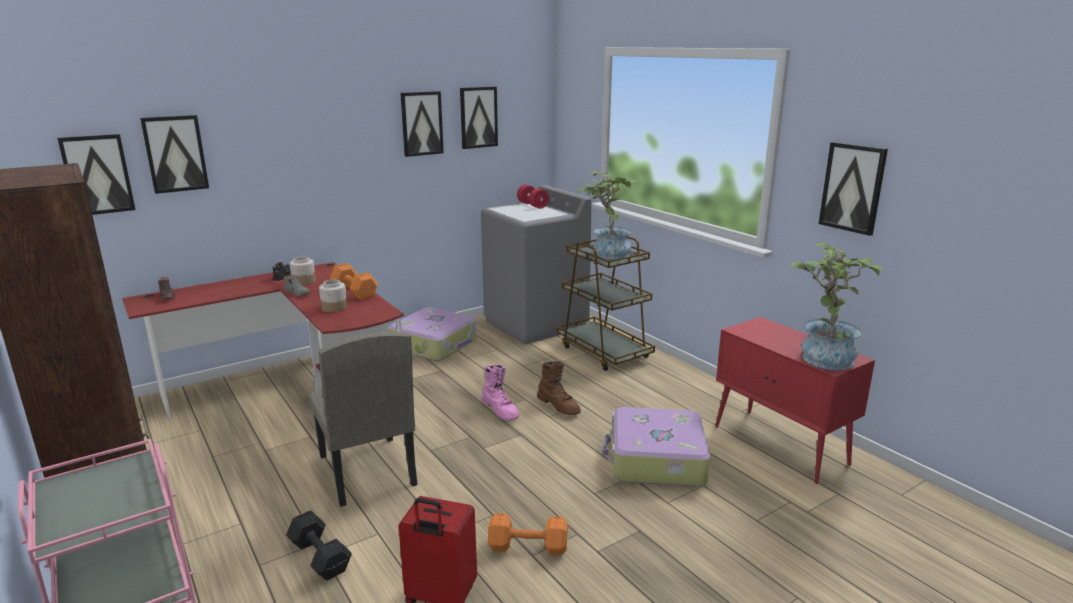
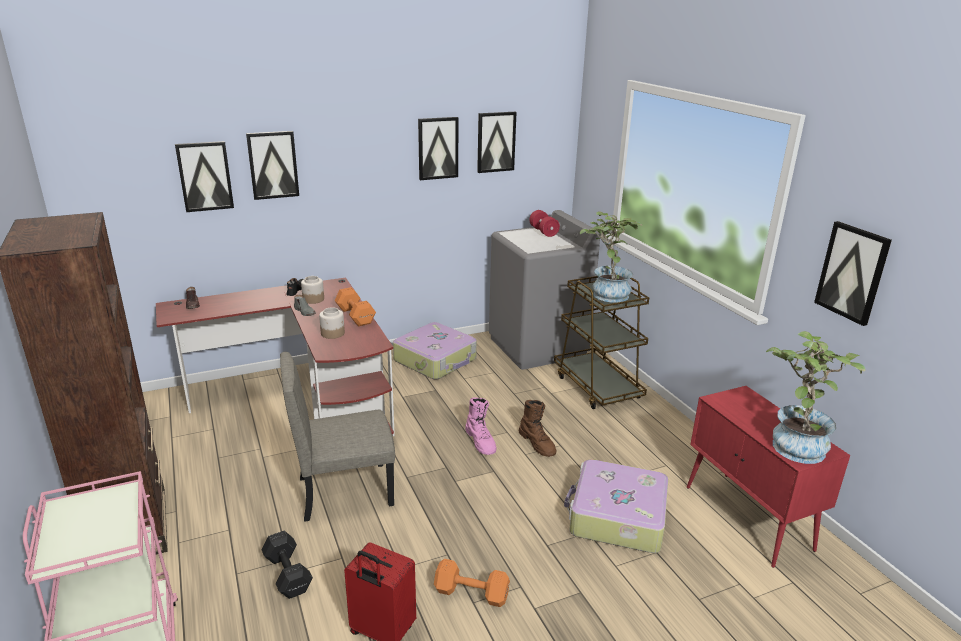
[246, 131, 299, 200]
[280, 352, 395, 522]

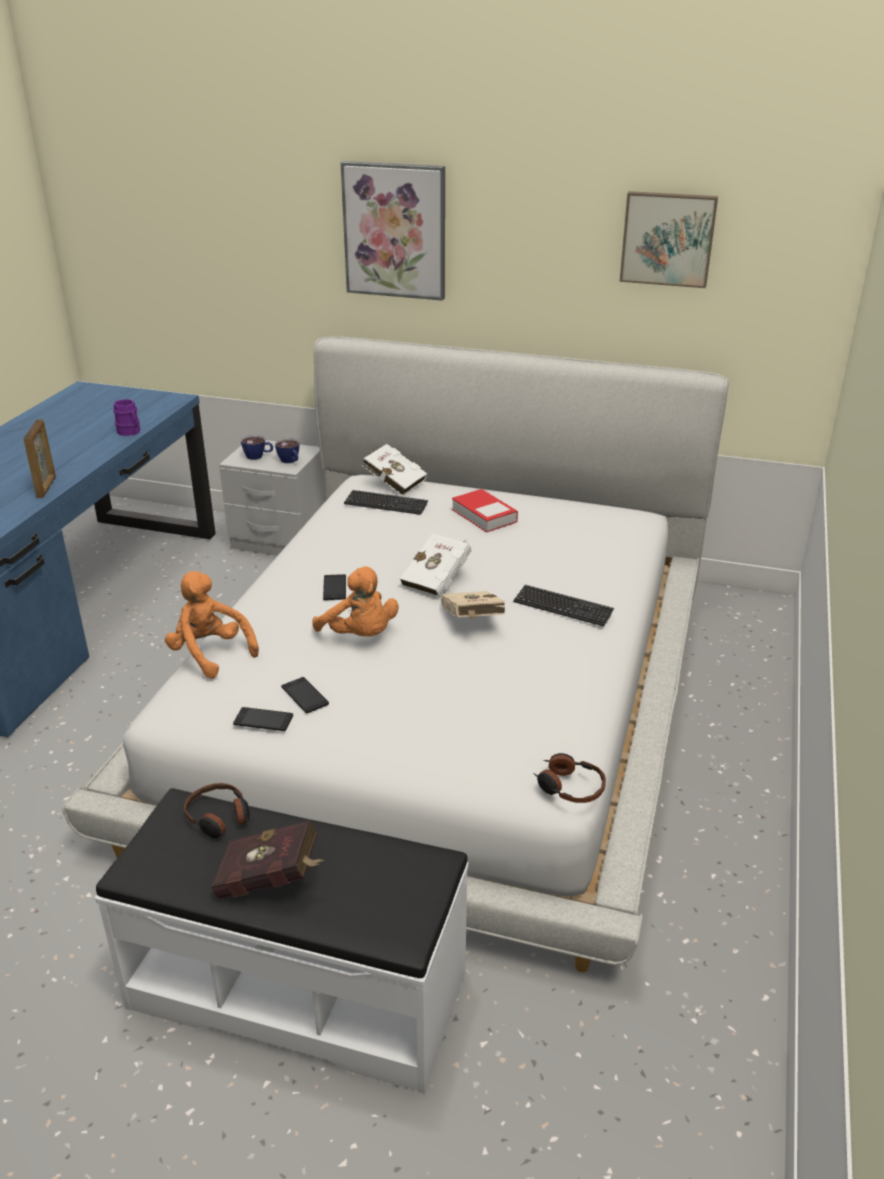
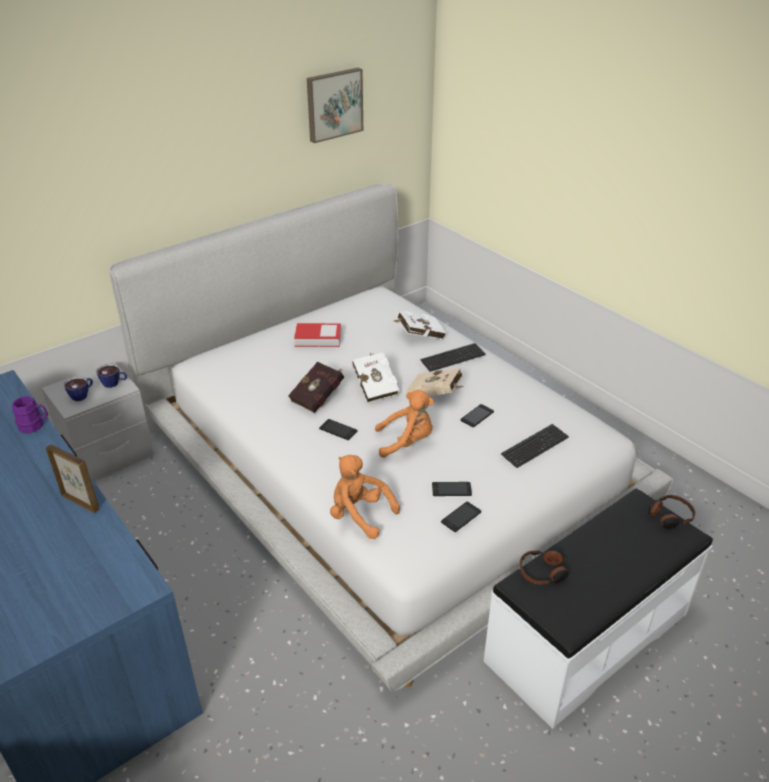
[330, 455, 400, 539]
[288, 362, 344, 413]
[341, 161, 445, 301] (first image)
[501, 424, 569, 468]
[394, 311, 446, 339]
[647, 495, 696, 529]
[460, 404, 494, 427]

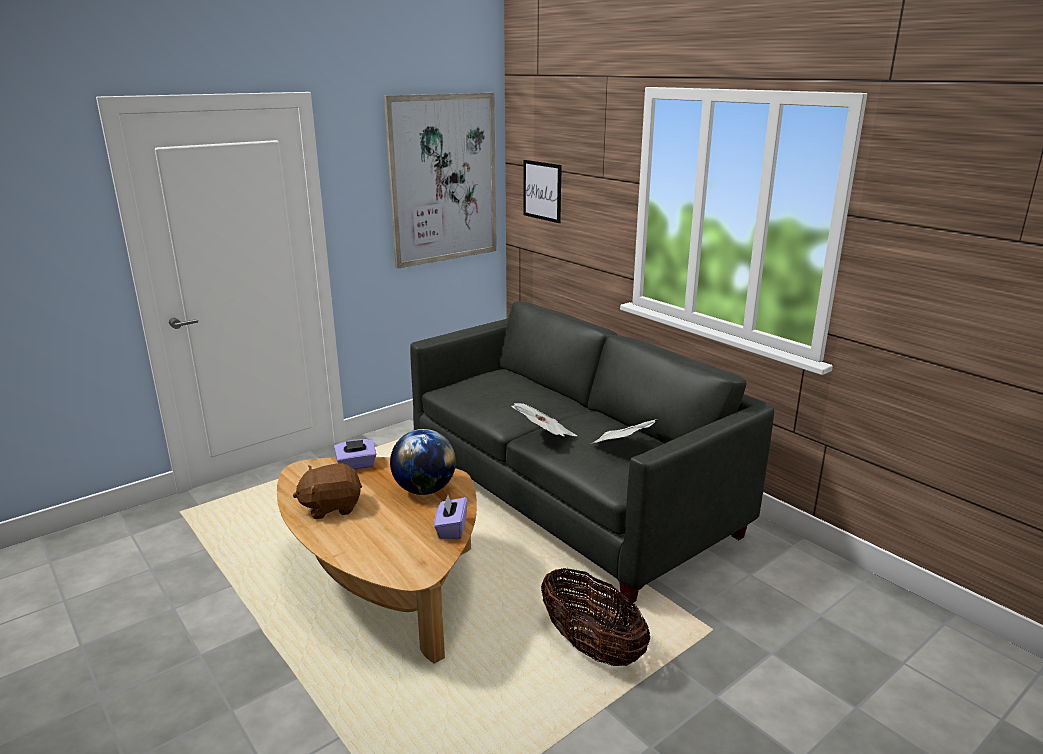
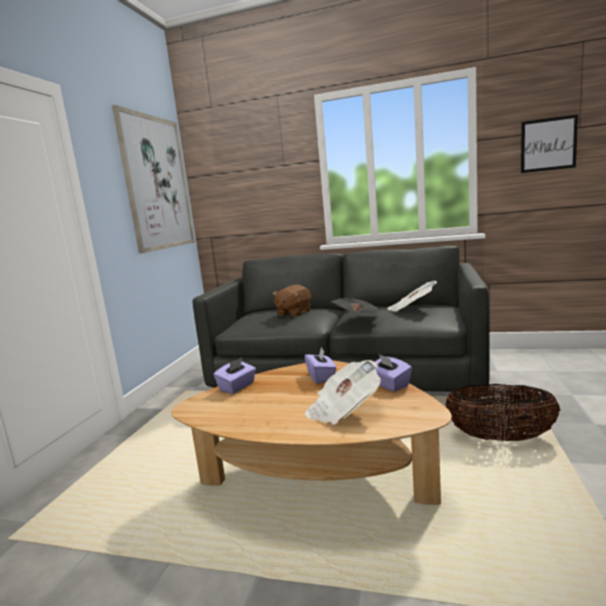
[273, 284, 311, 317]
[304, 348, 336, 384]
[521, 114, 578, 173]
[305, 360, 381, 425]

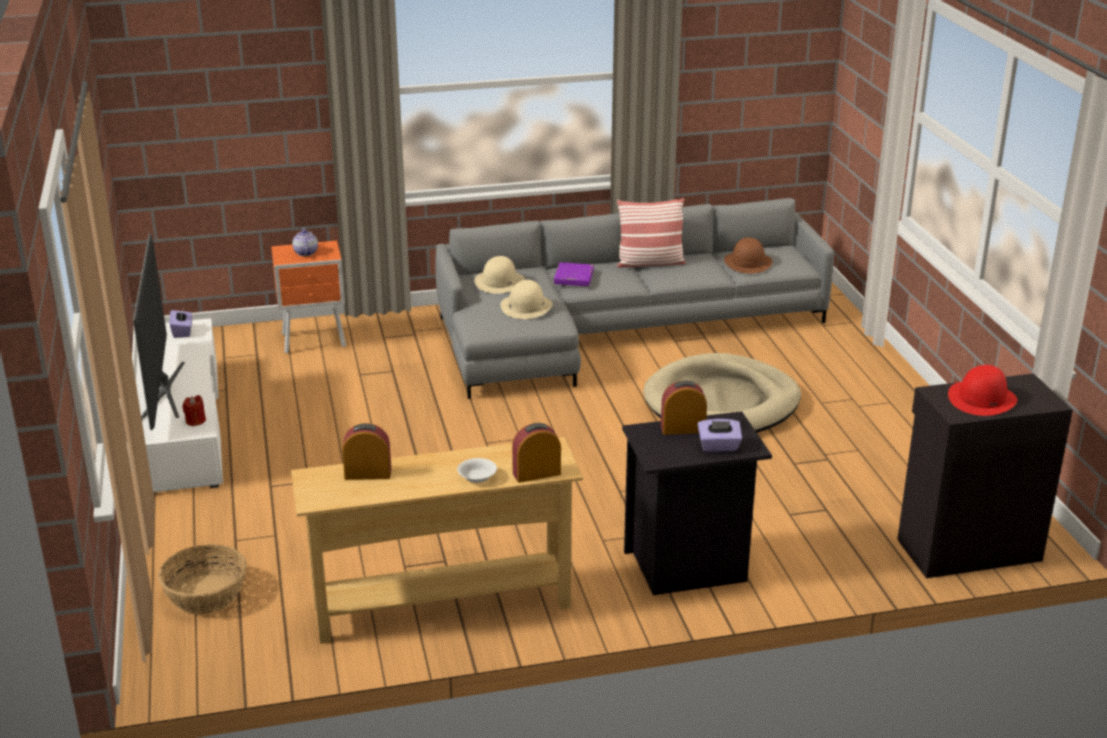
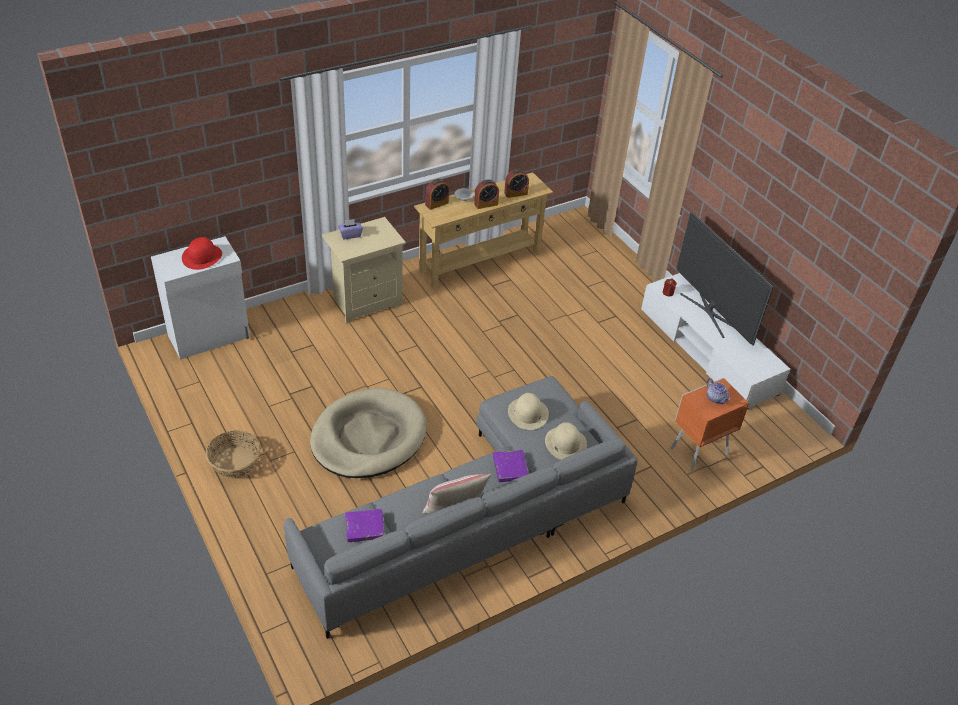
[206, 430, 261, 478]
[169, 307, 192, 338] (first image)
[322, 217, 406, 323]
[474, 179, 499, 209]
[345, 509, 385, 542]
[151, 236, 250, 360]

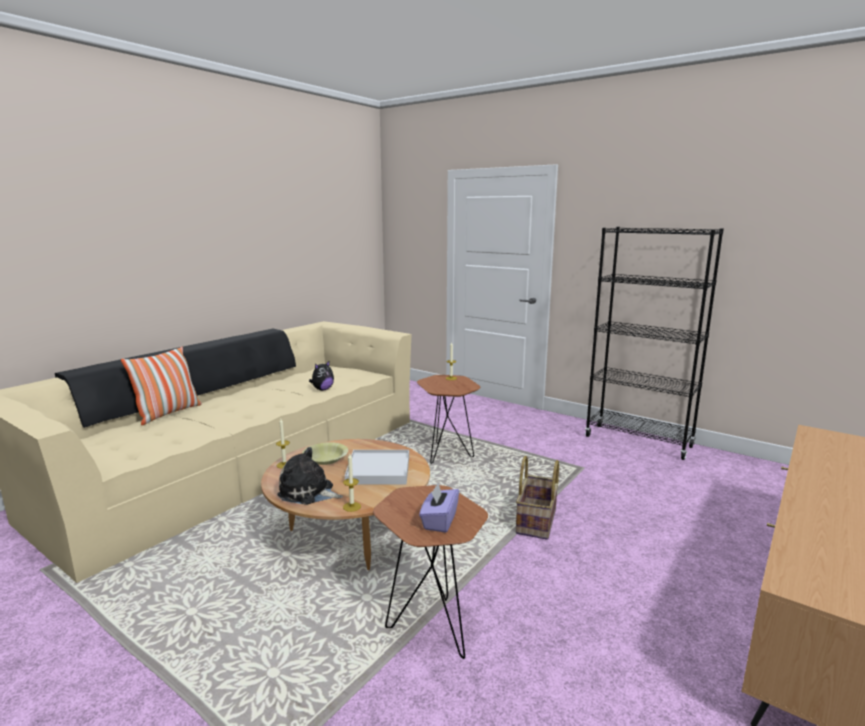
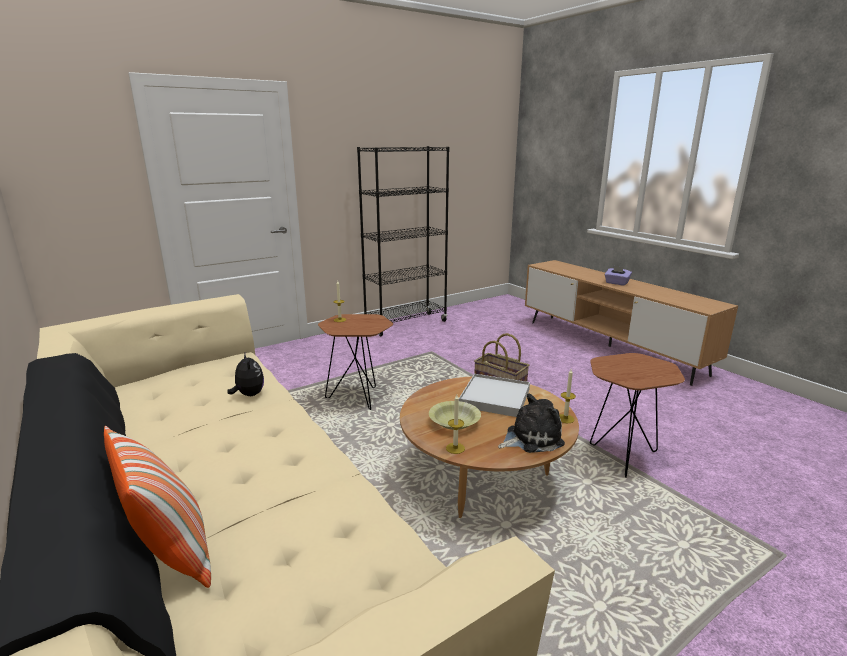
[498, 393, 565, 453]
[605, 266, 632, 286]

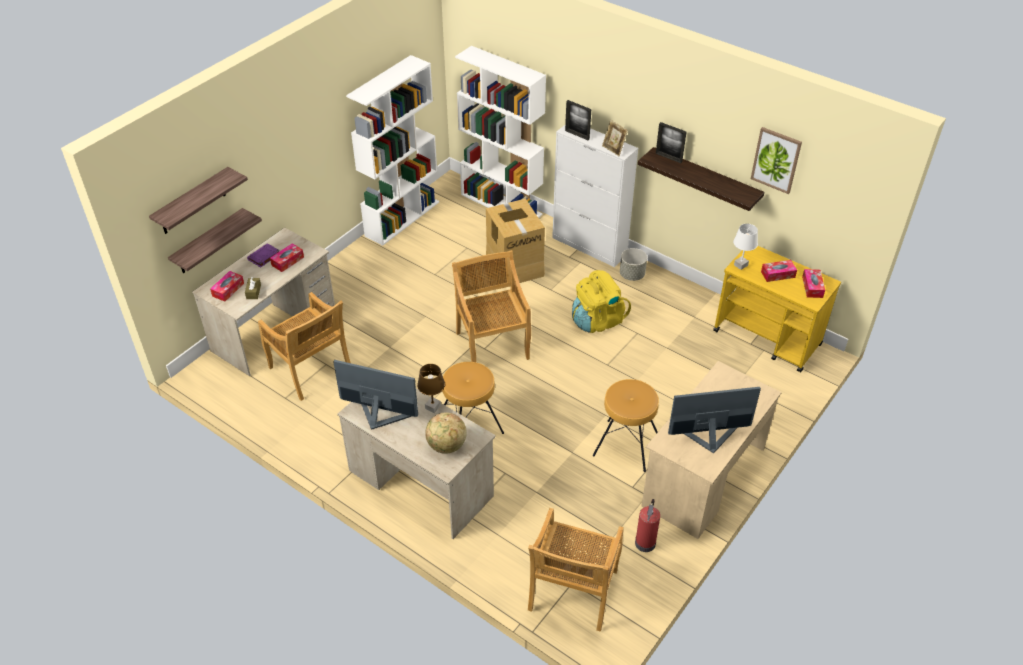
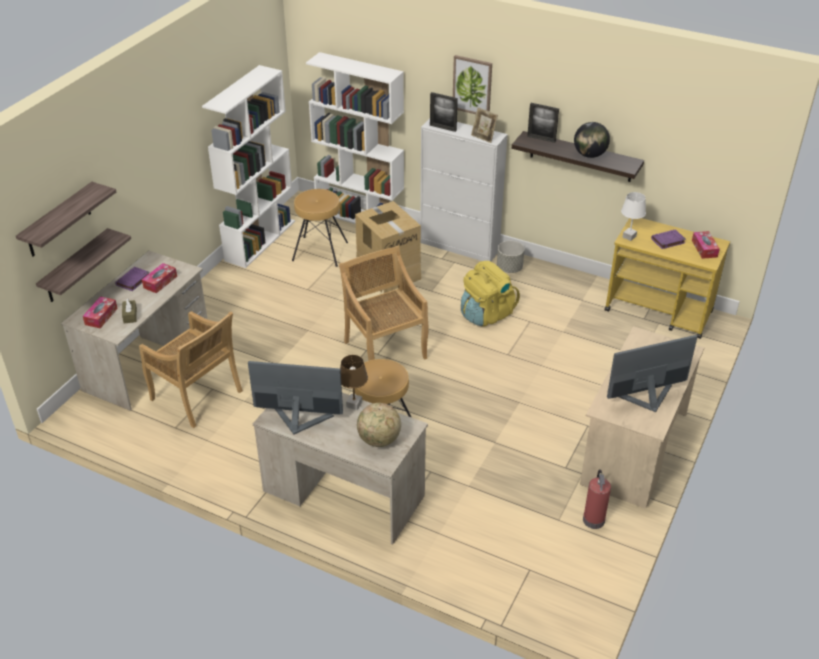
[528, 508, 624, 632] (first image)
[292, 189, 348, 267]
[453, 55, 492, 114]
[651, 229, 686, 249]
[574, 122, 610, 158]

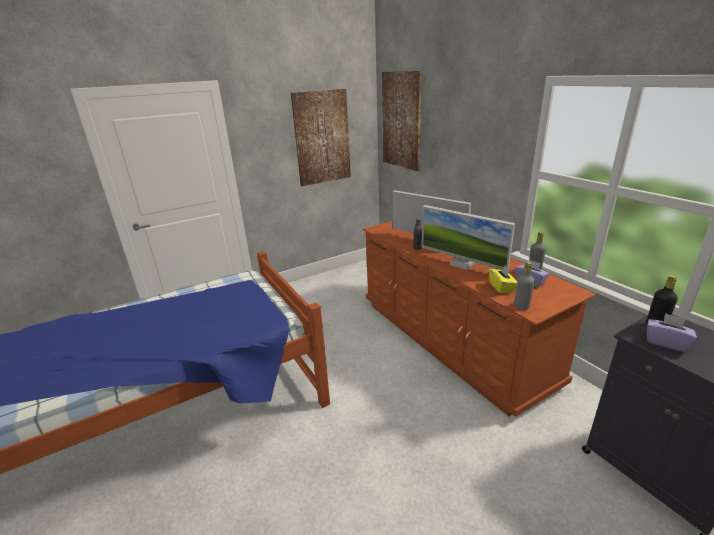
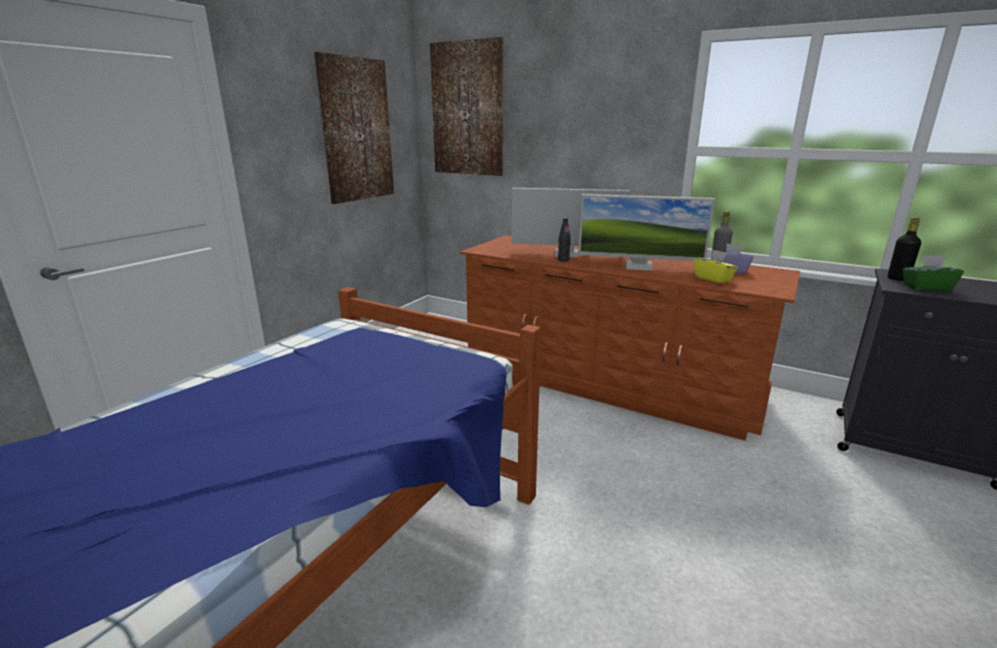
[514, 262, 535, 310] (first image)
[903, 255, 964, 291]

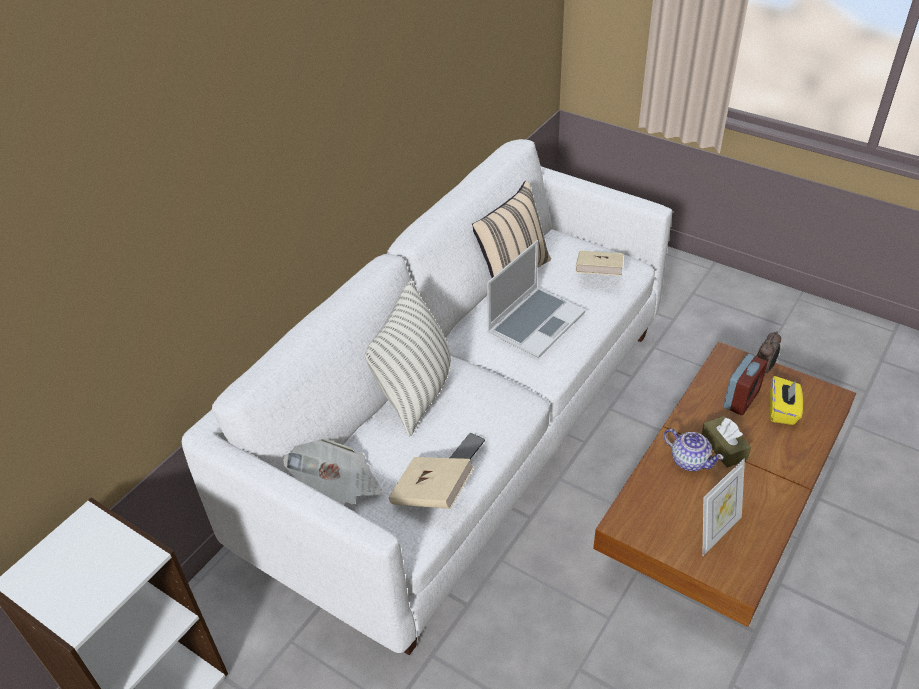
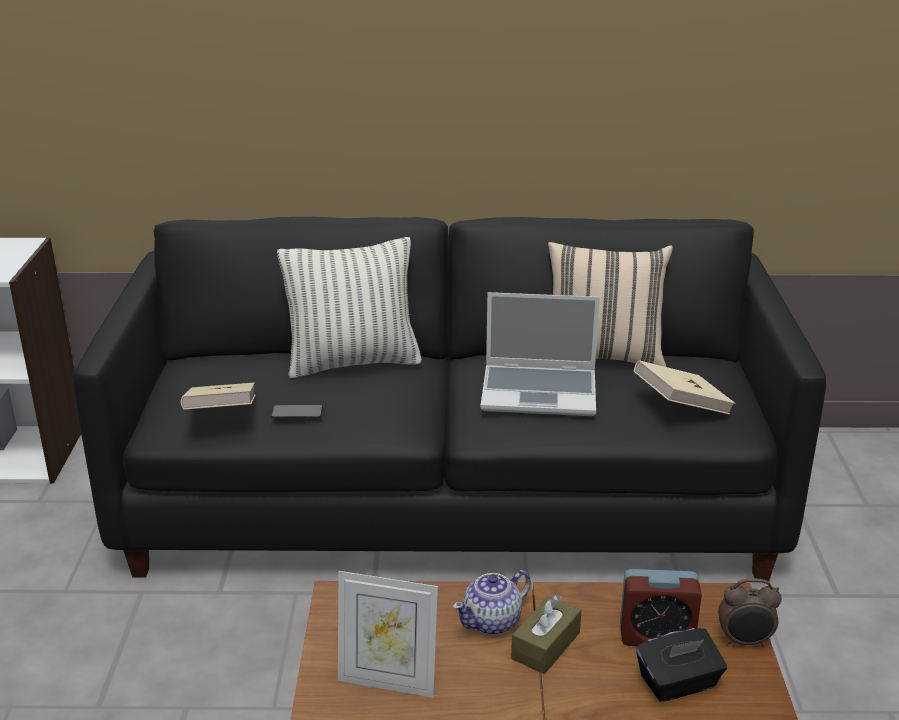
[73, 217, 826, 581]
[283, 439, 382, 504] (first image)
[453, 570, 531, 635]
[636, 628, 727, 702]

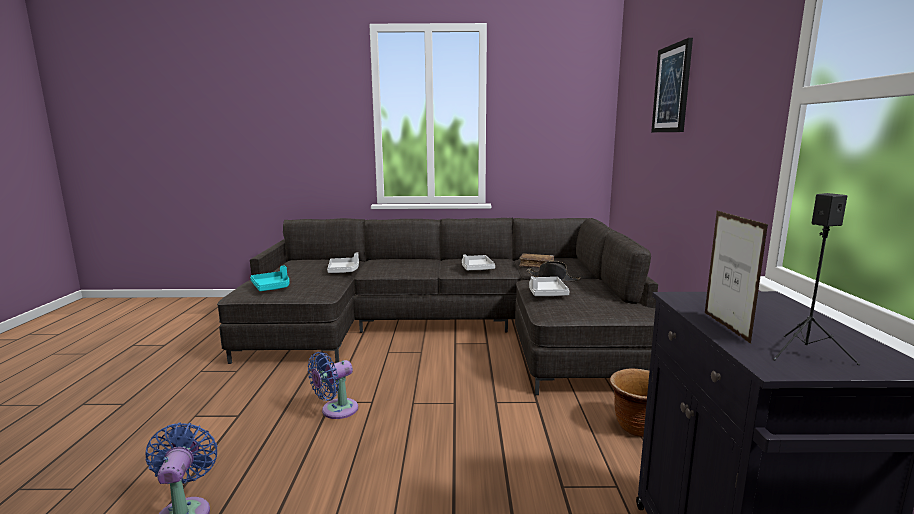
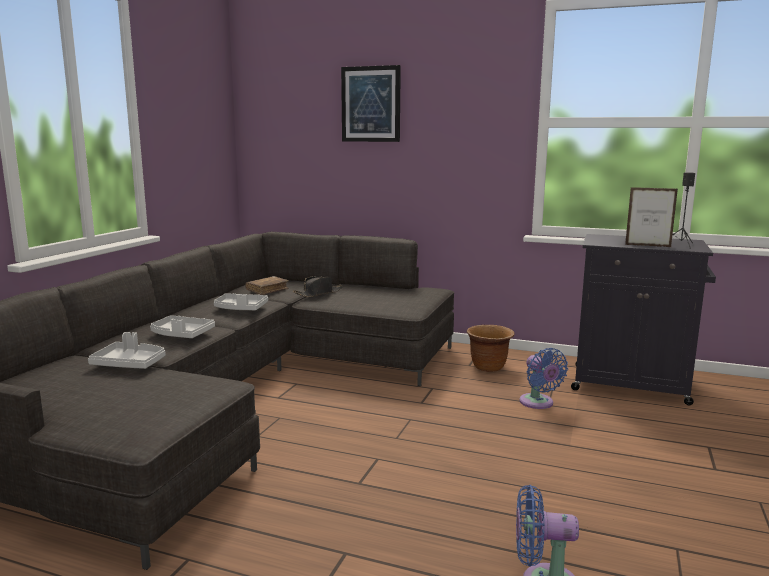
[250, 265, 289, 291] (first image)
[519, 348, 568, 409]
[150, 315, 215, 338]

